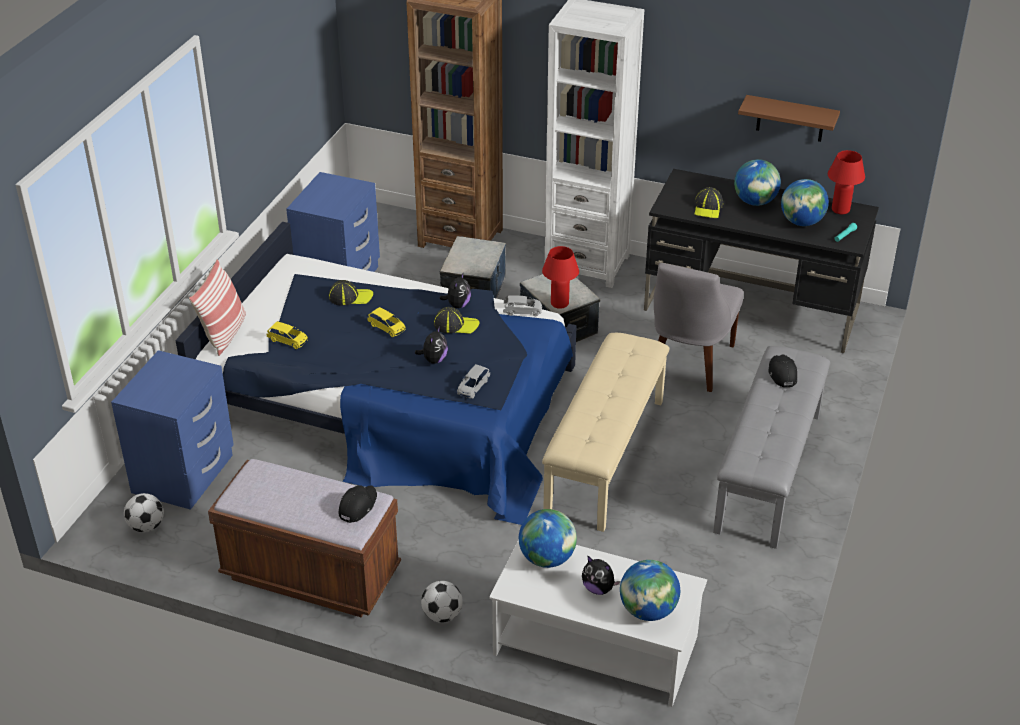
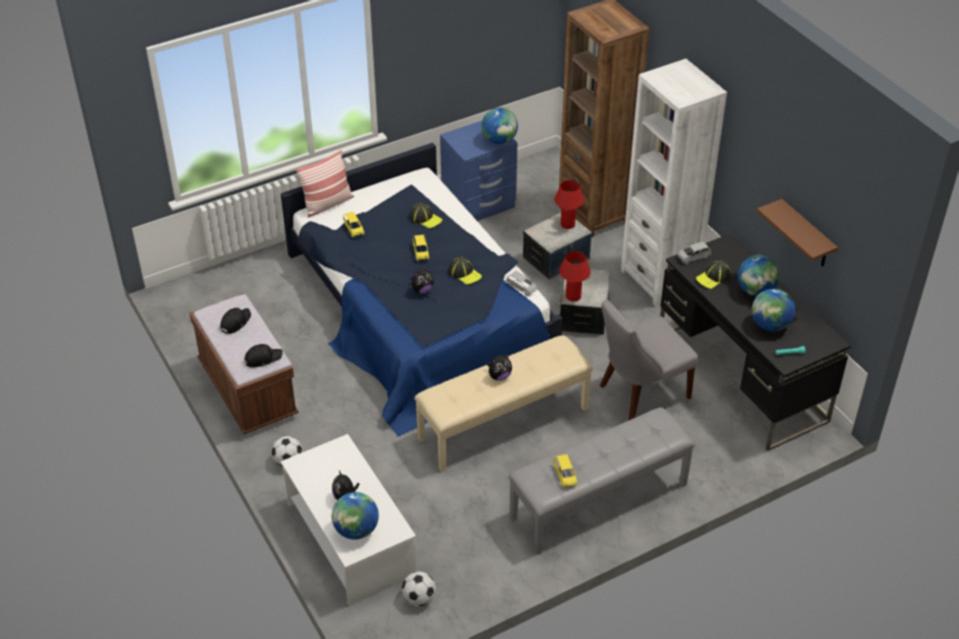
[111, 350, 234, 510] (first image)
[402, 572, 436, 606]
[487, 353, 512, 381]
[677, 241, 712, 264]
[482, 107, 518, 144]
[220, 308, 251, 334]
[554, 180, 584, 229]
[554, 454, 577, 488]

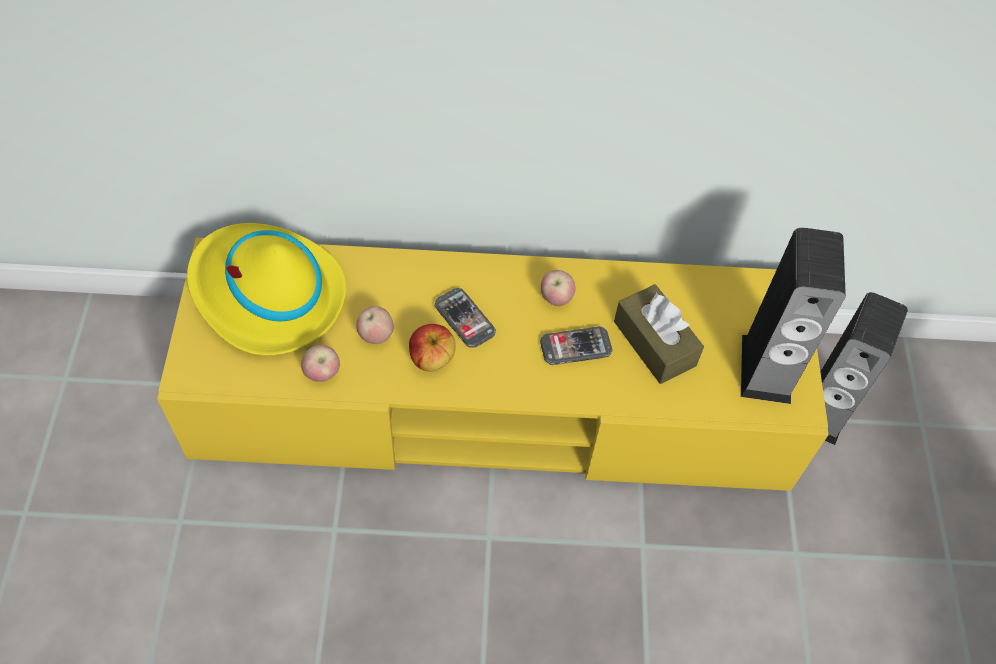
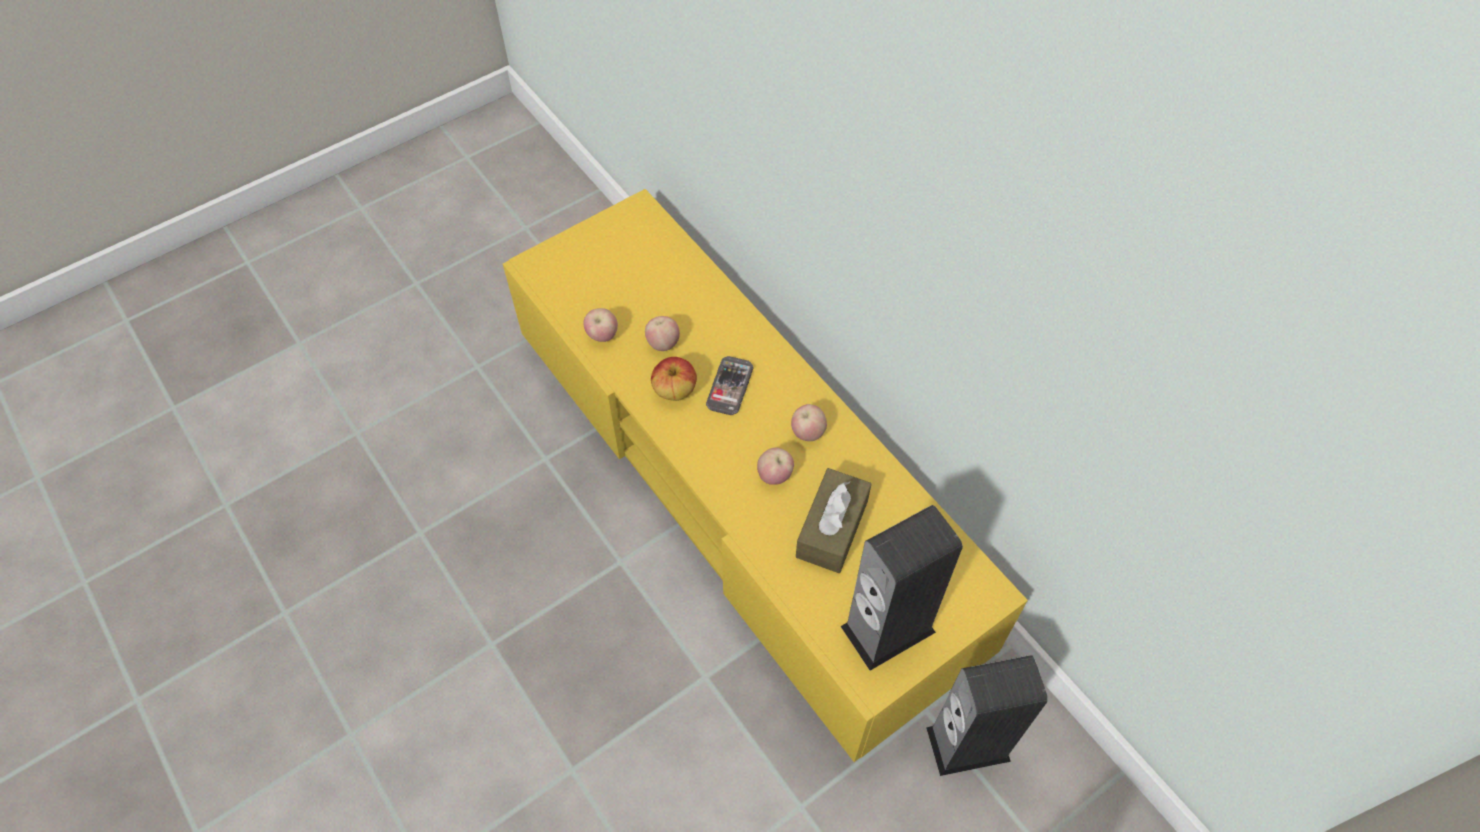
[187, 223, 346, 355] (first image)
[757, 448, 794, 485]

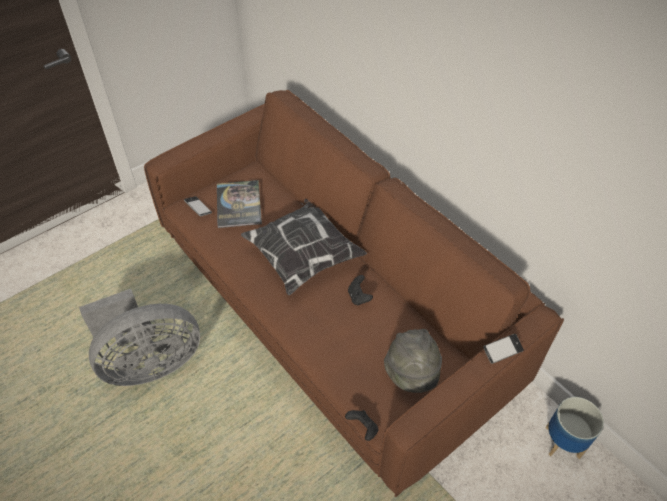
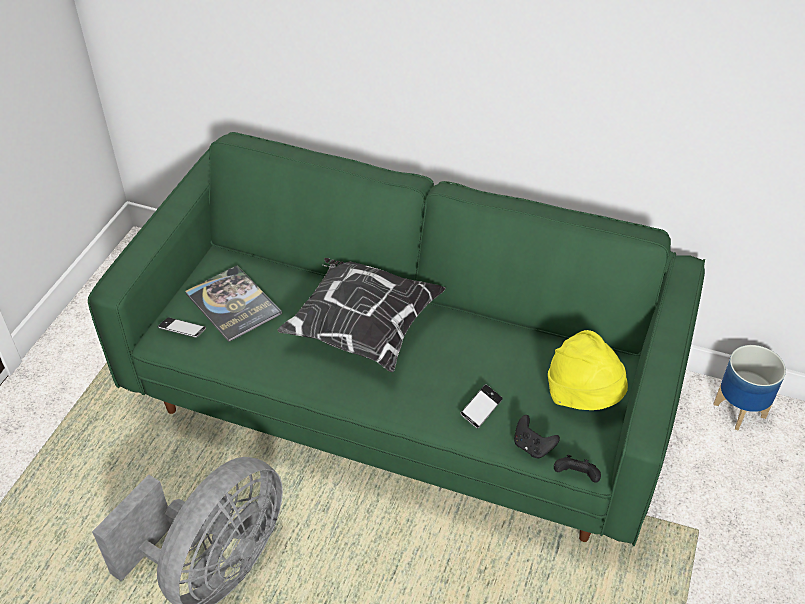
[88, 132, 705, 546]
[514, 415, 560, 458]
[548, 330, 628, 410]
[460, 385, 503, 428]

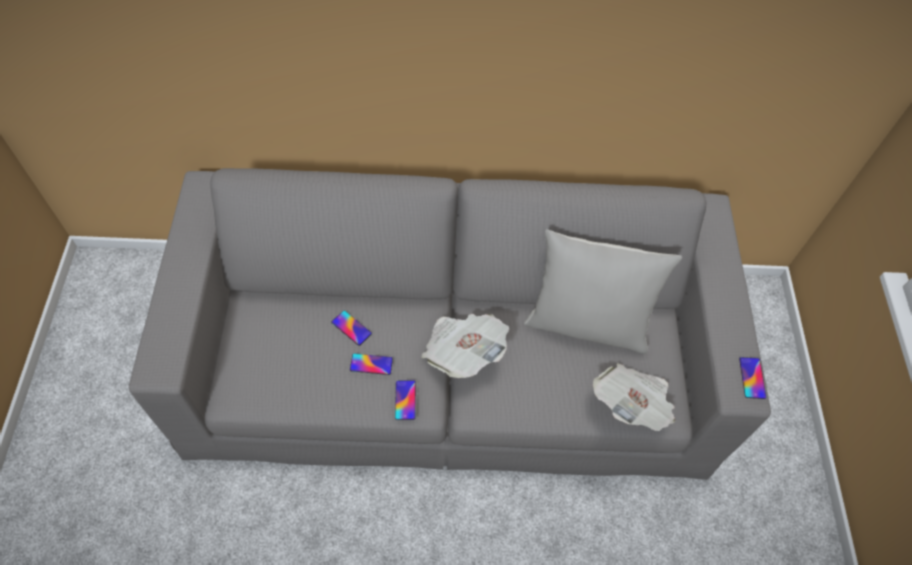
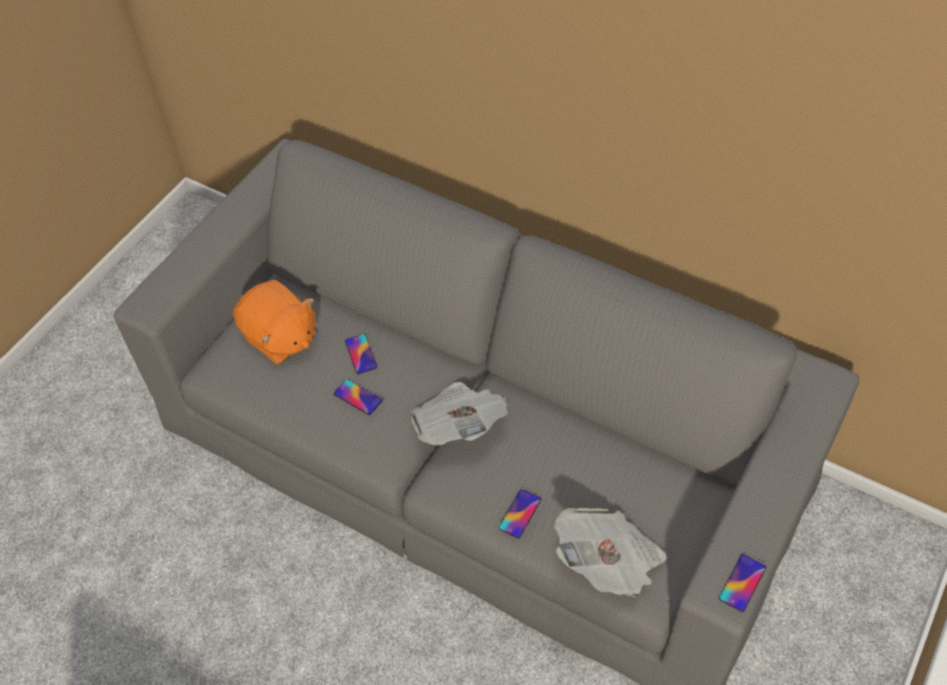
[499, 489, 541, 538]
[524, 229, 682, 354] (first image)
[233, 280, 316, 365]

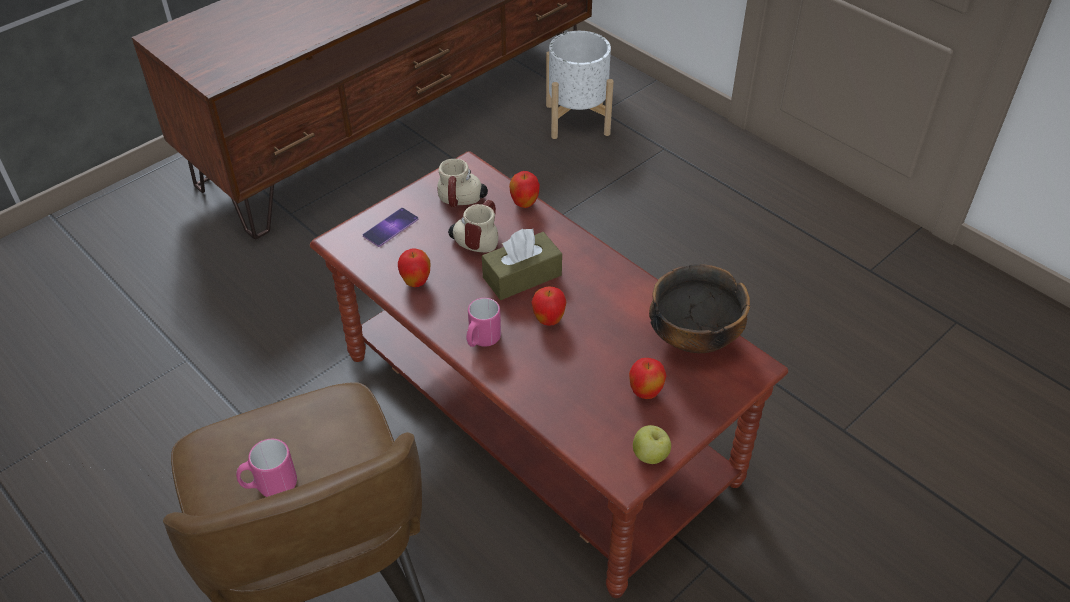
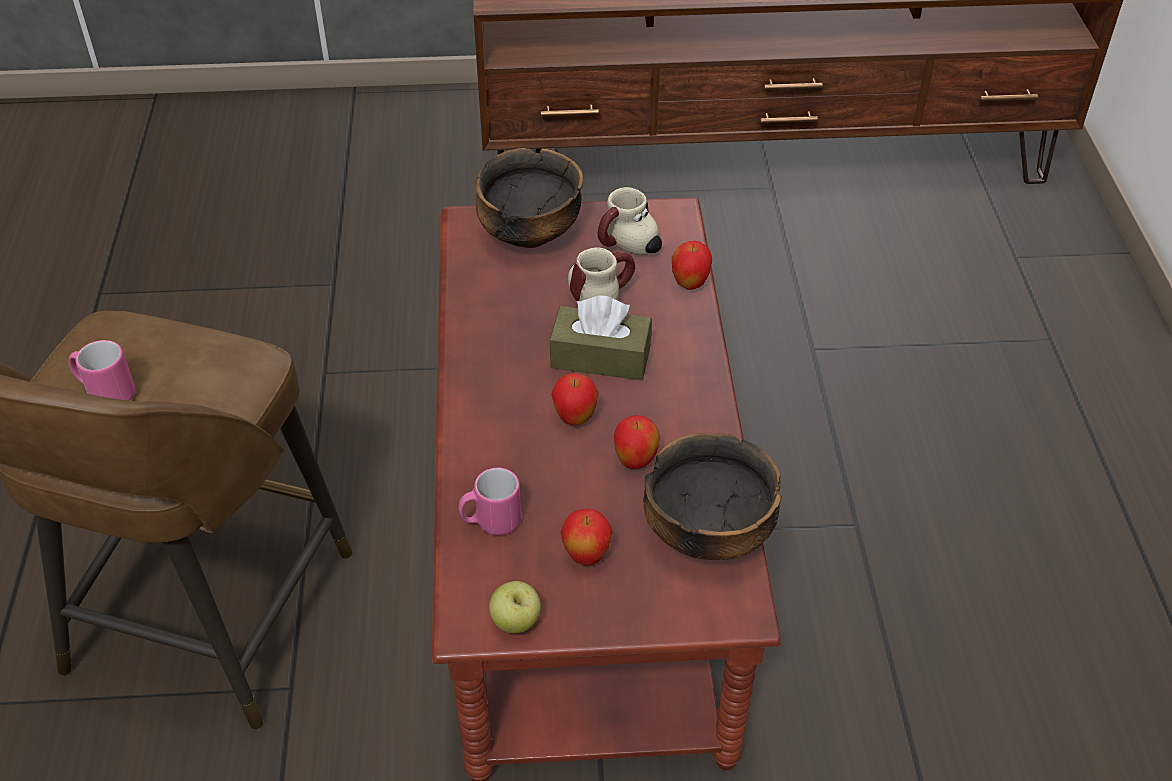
[475, 148, 583, 248]
[614, 415, 660, 469]
[458, 468, 521, 535]
[546, 31, 614, 139] (first image)

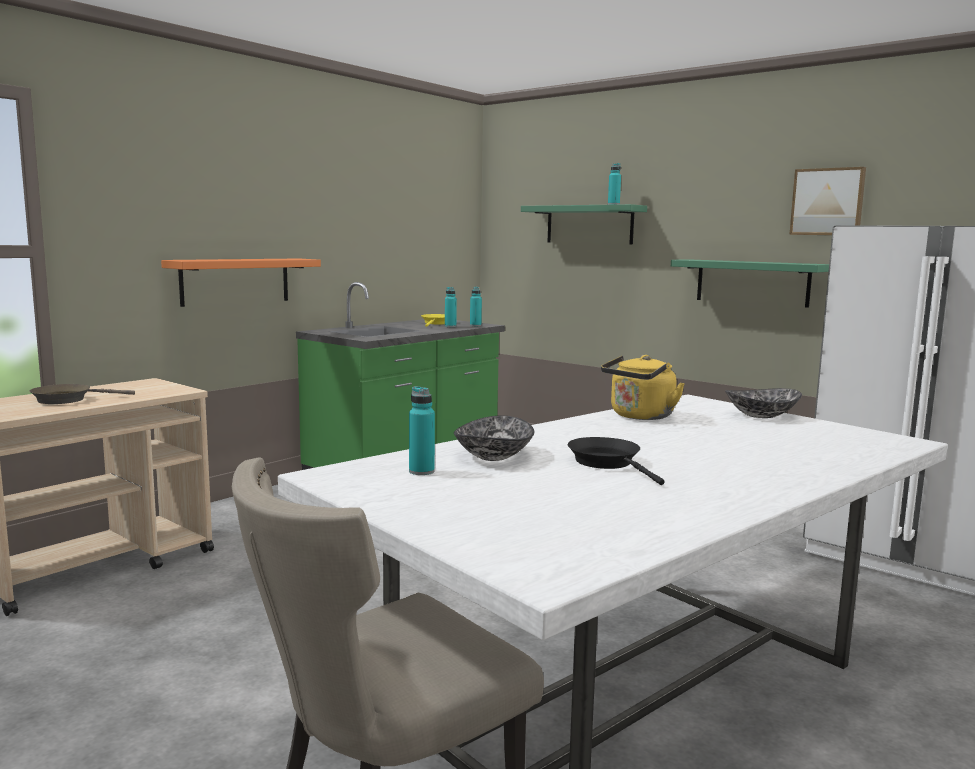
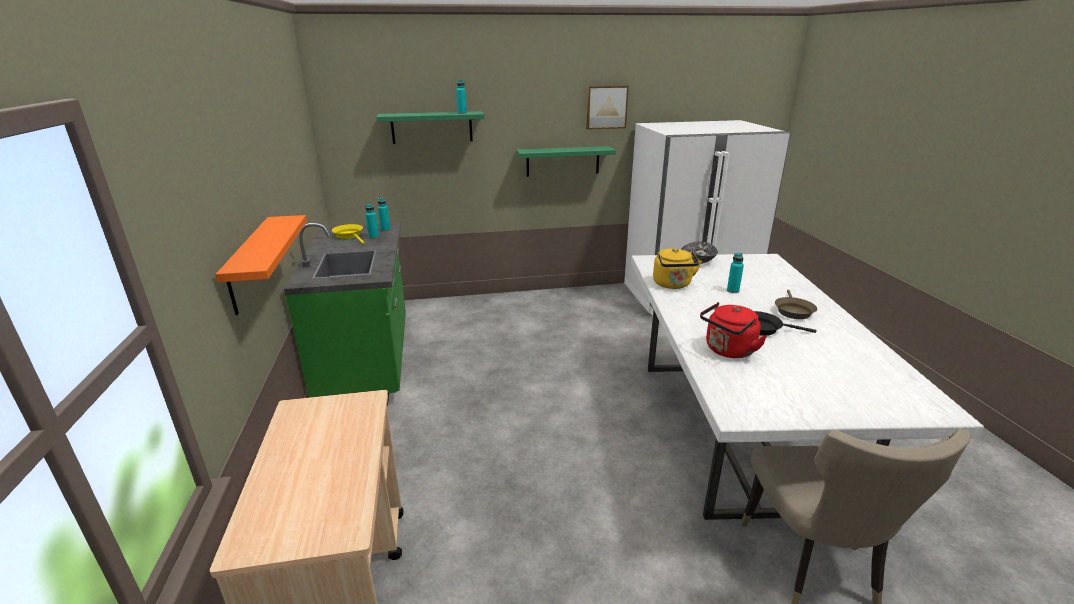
[775, 290, 817, 319]
[727, 253, 744, 293]
[700, 302, 767, 358]

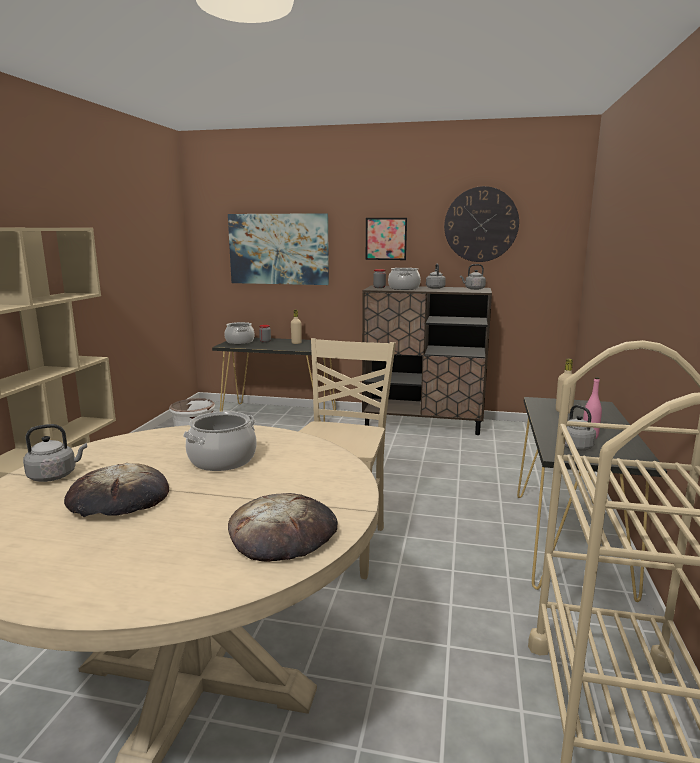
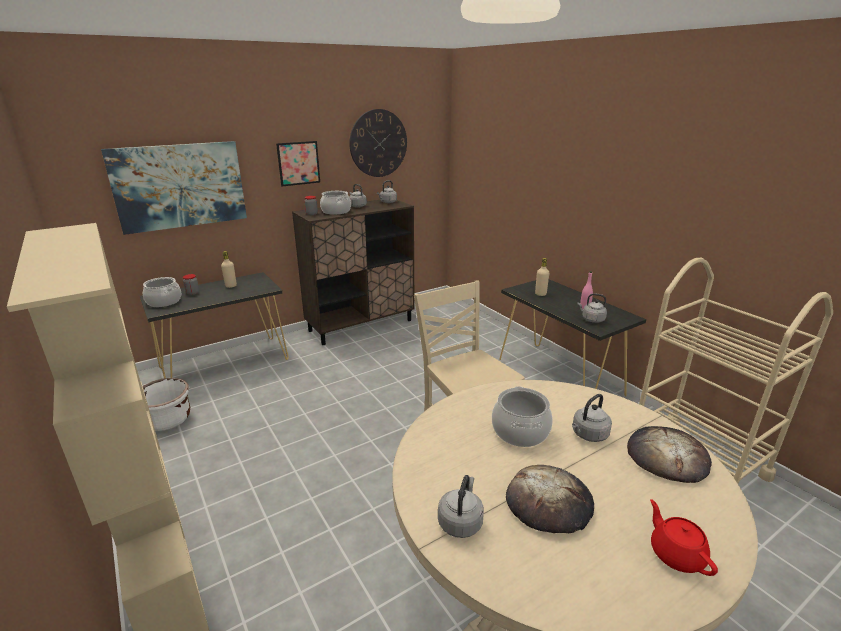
[572, 394, 612, 442]
[650, 499, 718, 576]

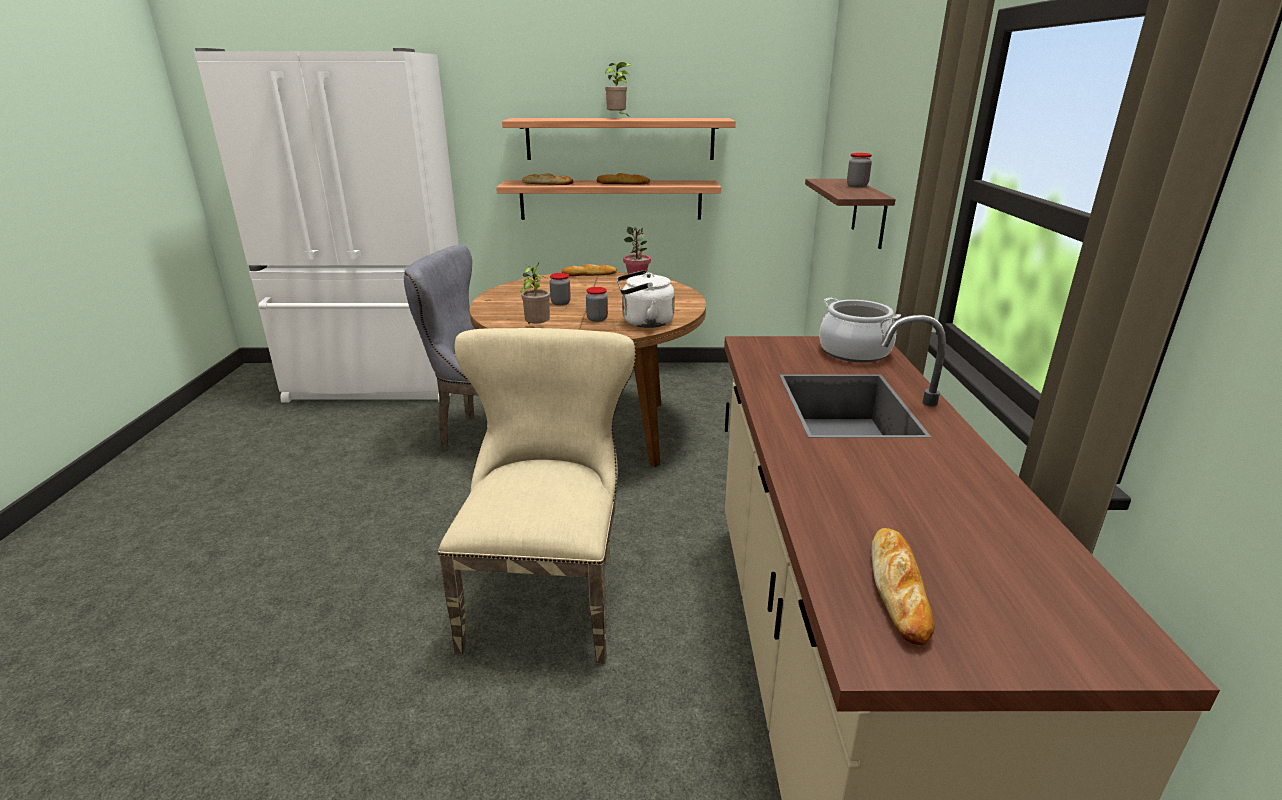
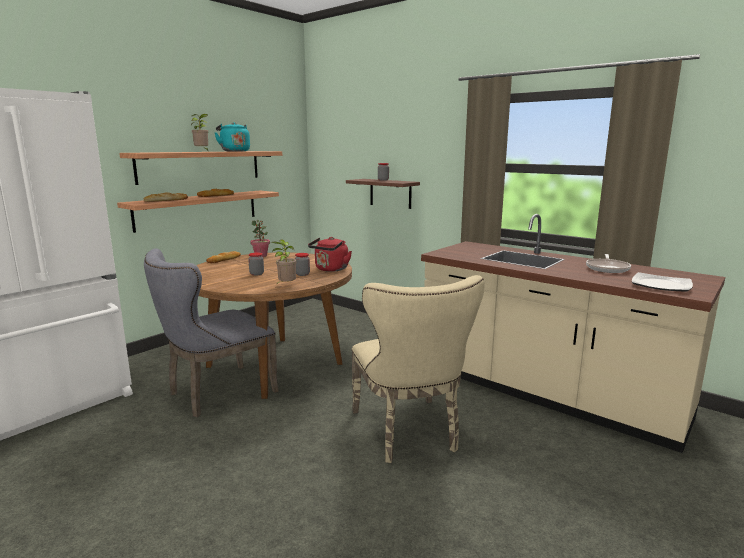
[351, 275, 484, 463]
[308, 237, 352, 272]
[819, 298, 901, 362] (first image)
[632, 272, 693, 291]
[214, 122, 250, 152]
[586, 254, 631, 273]

